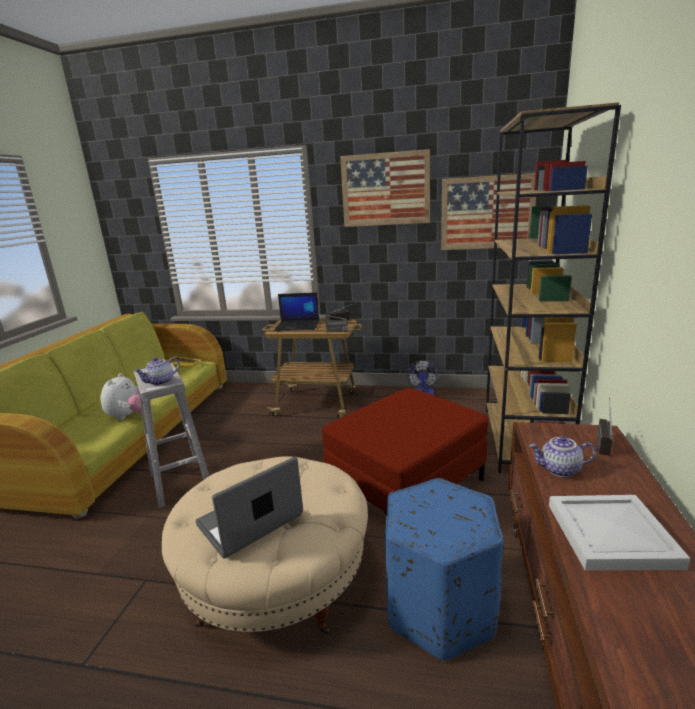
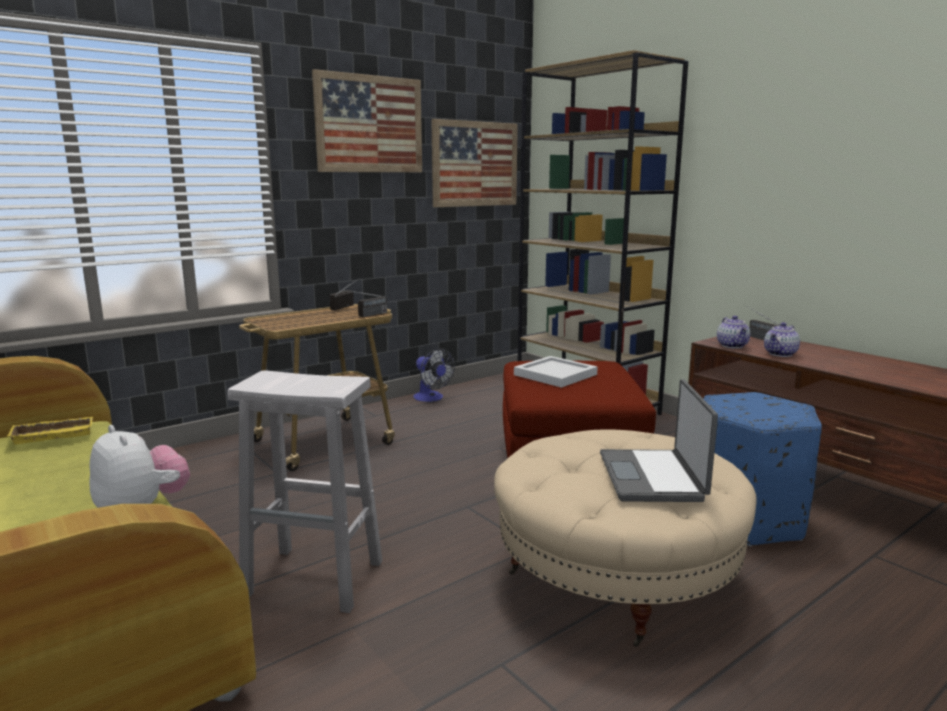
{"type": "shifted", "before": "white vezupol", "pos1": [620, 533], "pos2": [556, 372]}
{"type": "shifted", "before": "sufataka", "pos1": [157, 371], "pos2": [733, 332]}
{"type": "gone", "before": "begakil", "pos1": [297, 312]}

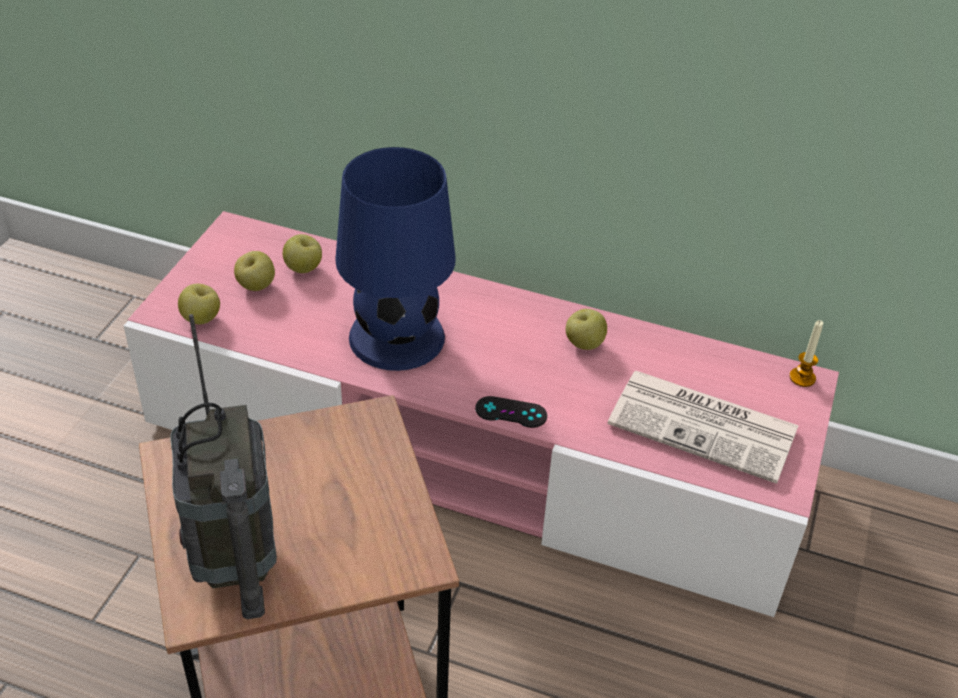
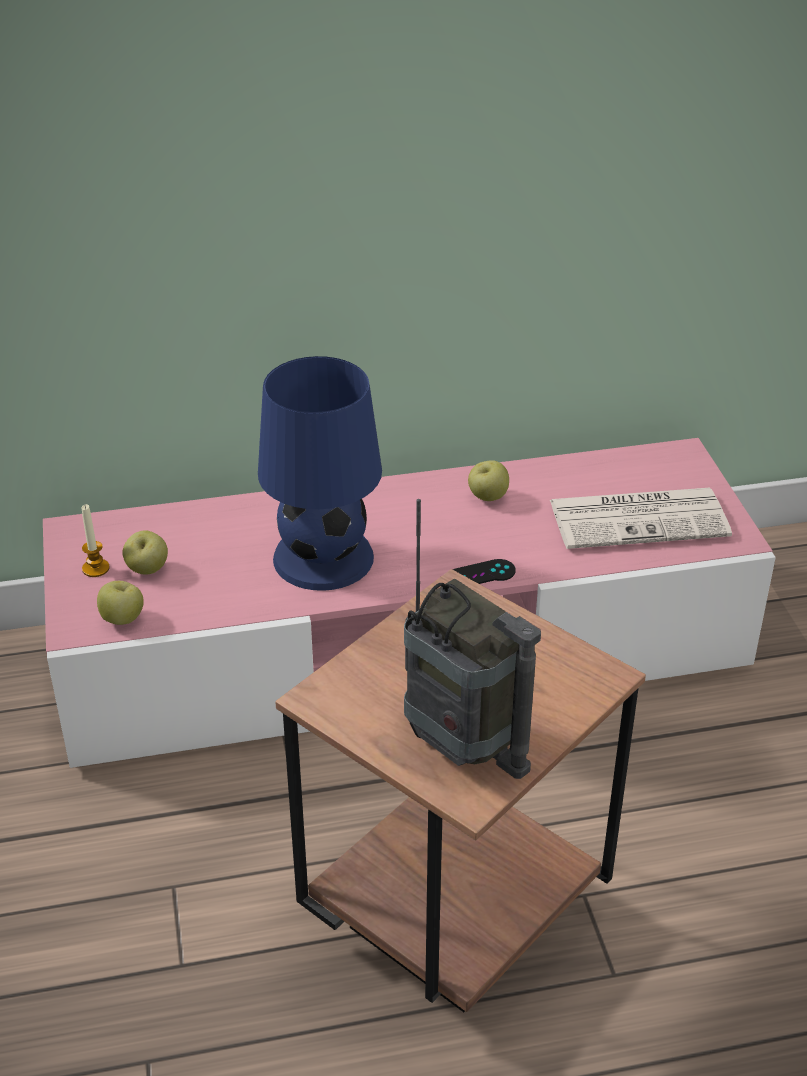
{"type": "shifted", "before": "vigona", "pos1": [806, 353], "pos2": [96, 540]}
{"type": "gone", "before": "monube", "pos1": [302, 253]}

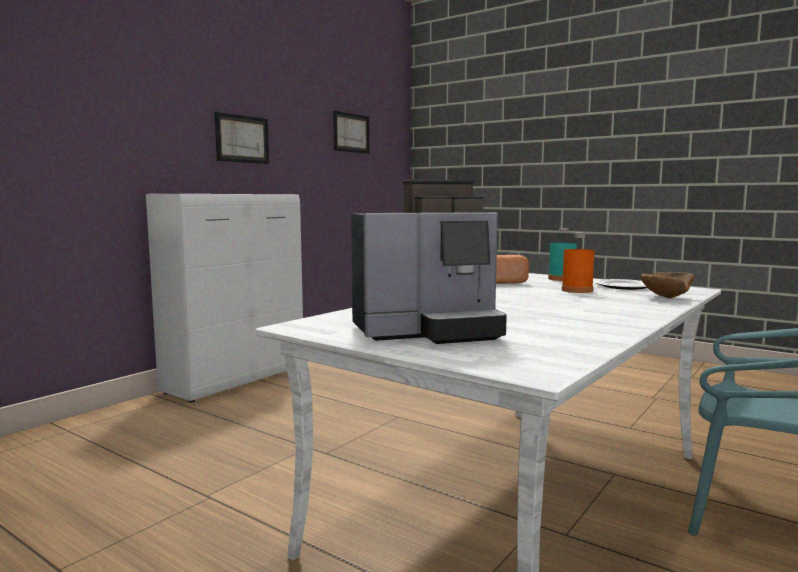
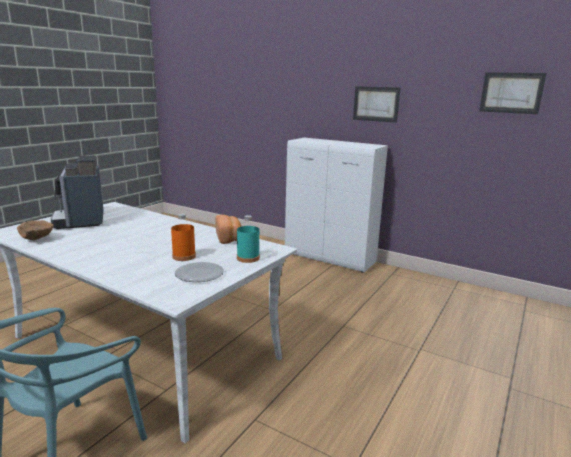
{"type": "shifted", "before": "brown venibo", "pos1": [668, 285], "pos2": [35, 230]}

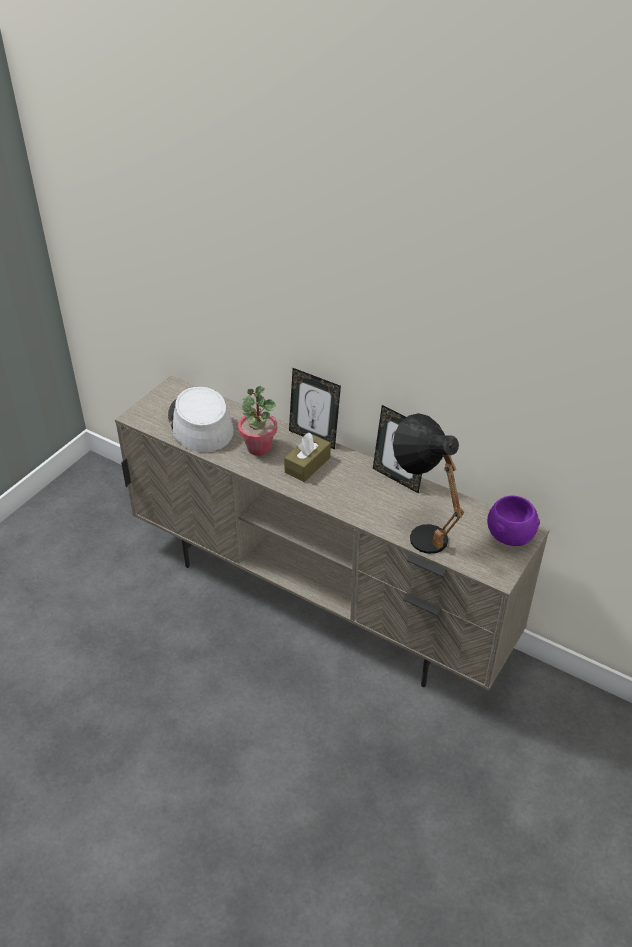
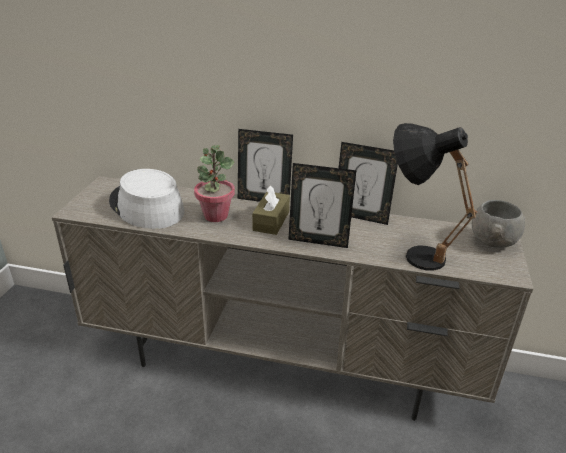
{"type": "new", "after": "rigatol", "pos2": [322, 205]}
{"type": "repainted", "before": "purple venibo", "after": "grey venibo", "pos1": [513, 521], "pos2": [498, 224]}

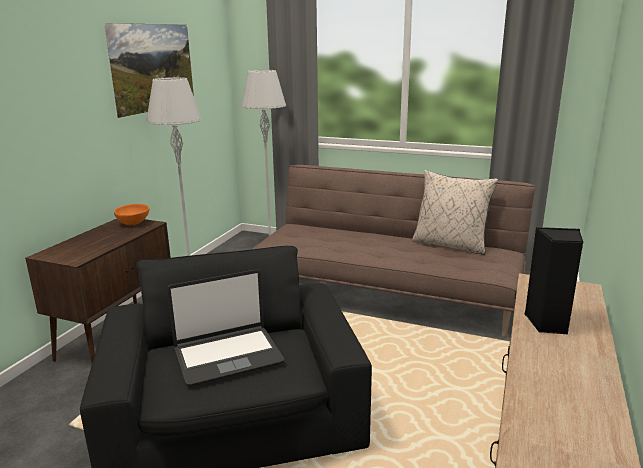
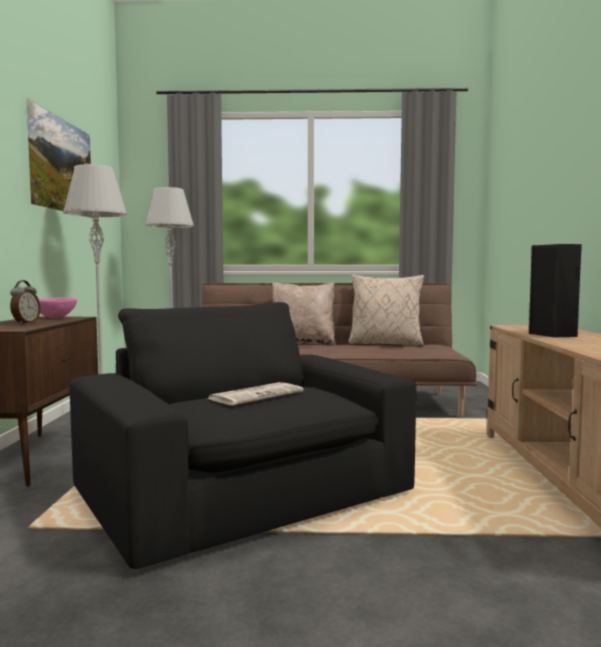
{"type": "new", "after": "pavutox", "pos2": [25, 302]}
{"type": "repainted", "before": "orange venibo", "after": "pink venibo", "pos1": [131, 214], "pos2": [58, 308]}
{"type": "swapped", "before": "begakil", "after": "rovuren", "pos1": [225, 328], "pos2": [255, 393]}
{"type": "new", "after": "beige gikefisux", "pos2": [304, 313]}

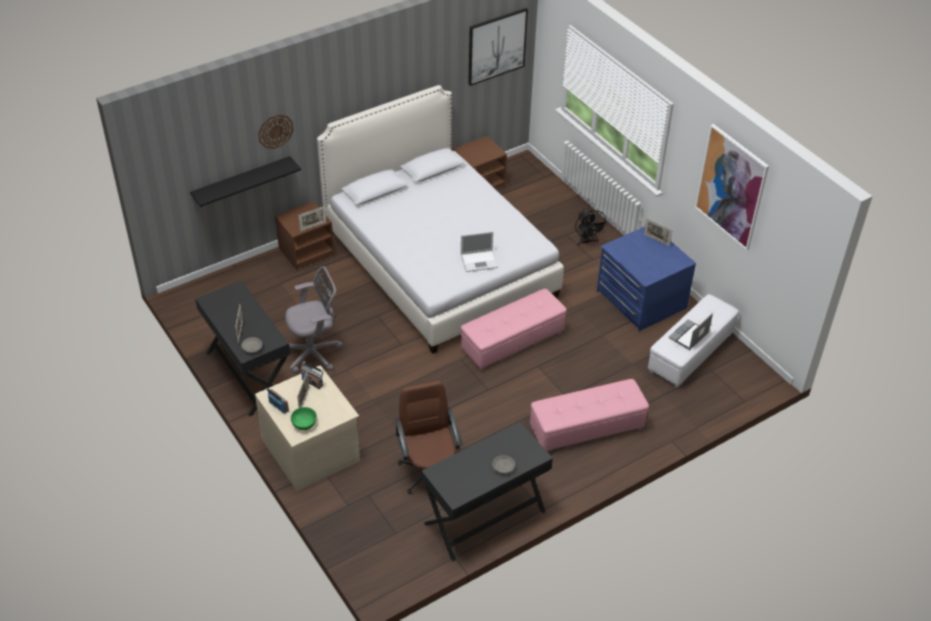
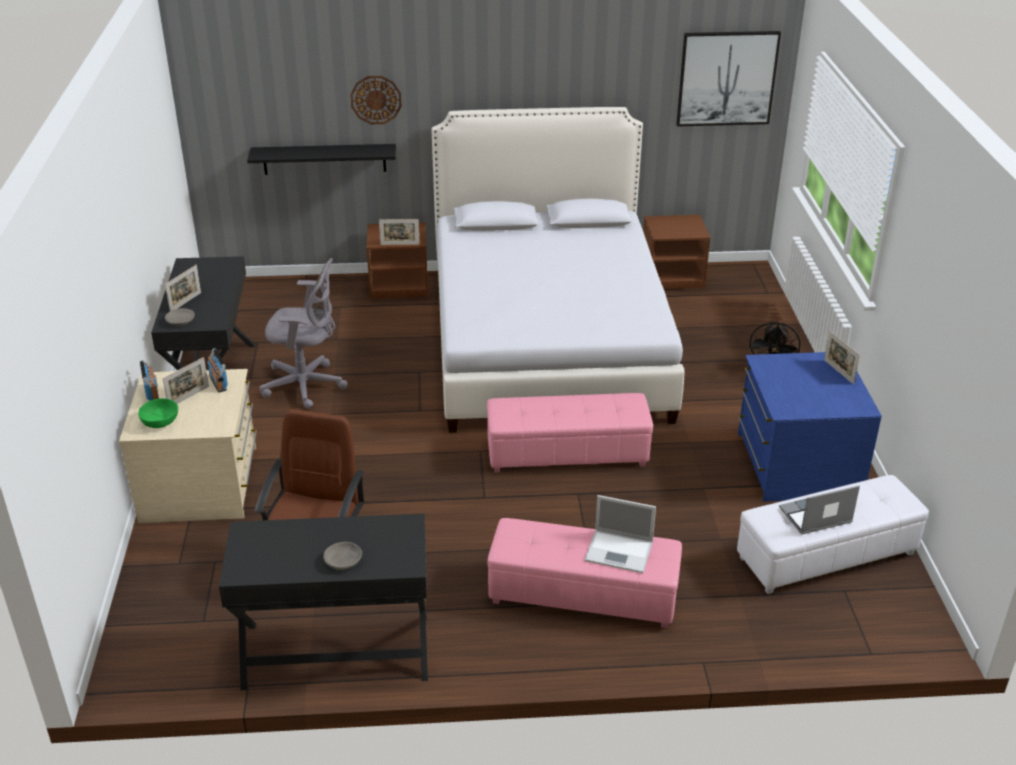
{"type": "shifted", "before": "begakil", "pos1": [479, 251], "pos2": [620, 534]}
{"type": "gone", "before": "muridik", "pos1": [732, 187]}

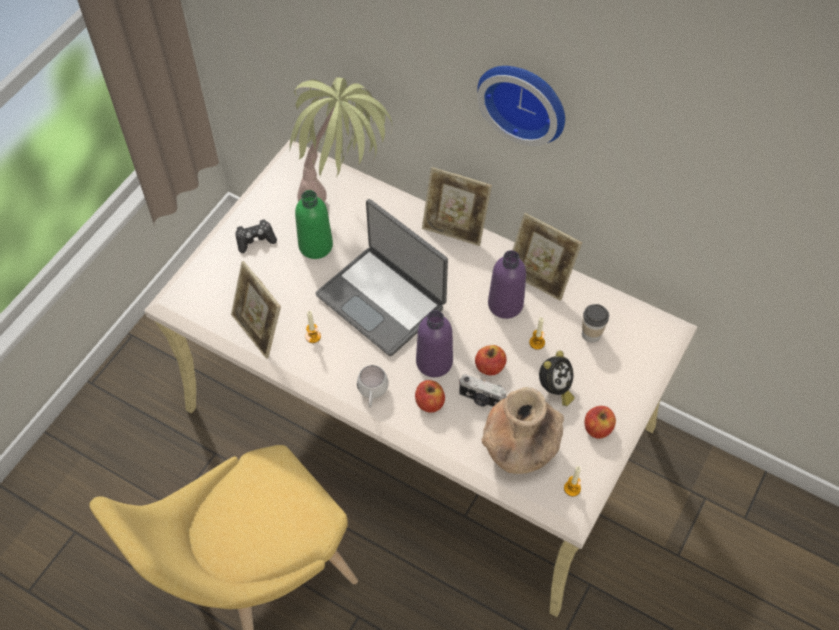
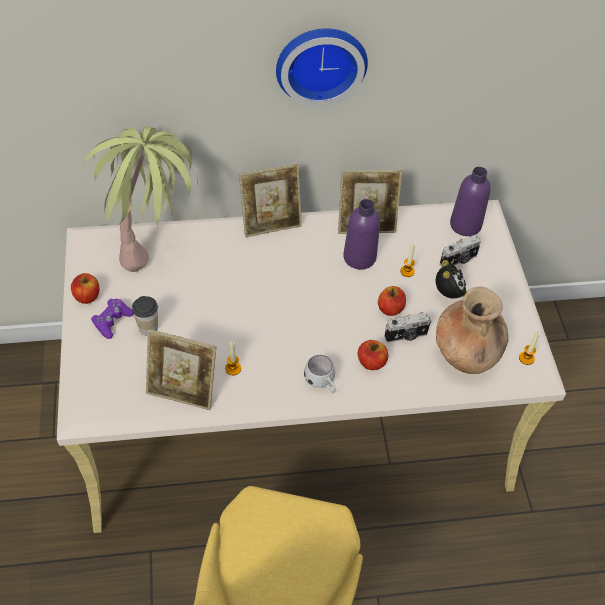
{"type": "shifted", "before": "monube", "pos1": [600, 422], "pos2": [85, 288]}
{"type": "repainted", "before": "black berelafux", "after": "purple berelafux", "pos1": [256, 236], "pos2": [112, 319]}
{"type": "shifted", "before": "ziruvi", "pos1": [595, 323], "pos2": [145, 316]}
{"type": "new", "after": "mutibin", "pos2": [460, 251]}
{"type": "shifted", "before": "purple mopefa", "pos1": [434, 343], "pos2": [470, 201]}
{"type": "gone", "before": "green mopefa", "pos1": [314, 224]}
{"type": "gone", "before": "begakil", "pos1": [381, 277]}

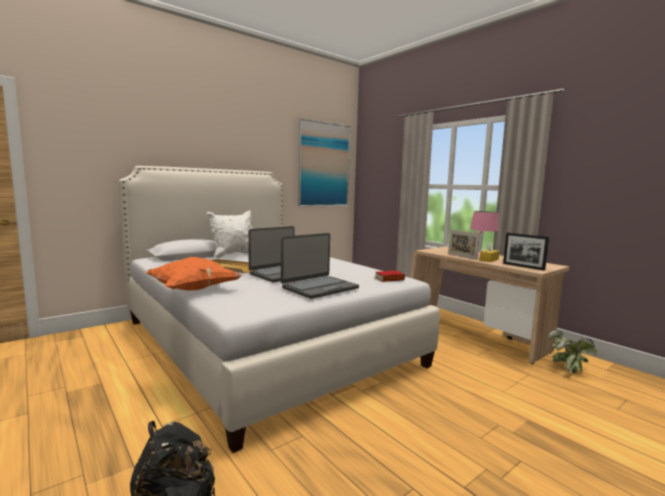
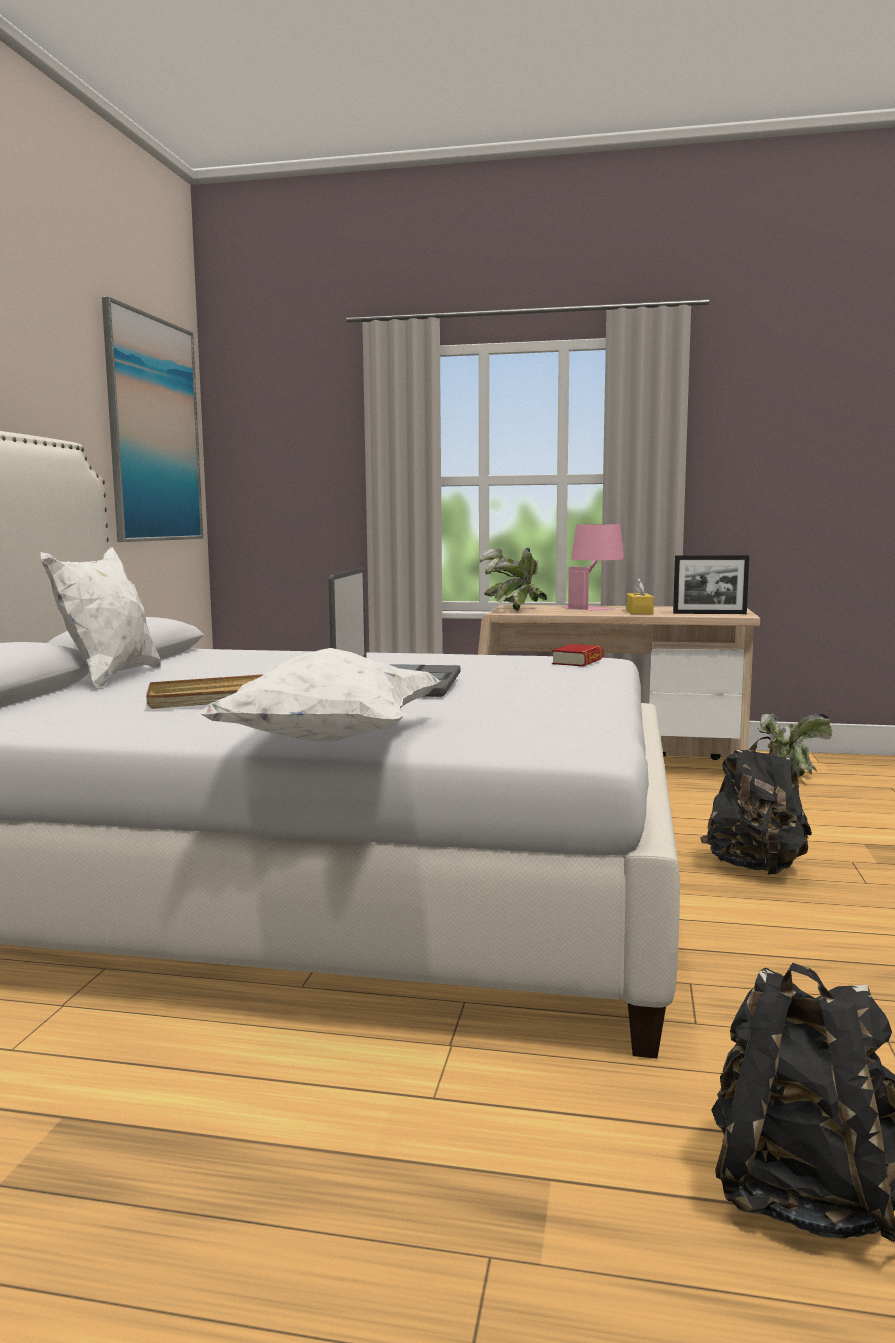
{"type": "repainted", "before": "orange gikefisux", "after": "white gikefisux", "pos1": [193, 273], "pos2": [319, 695]}
{"type": "new", "after": "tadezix", "pos2": [513, 579]}
{"type": "new", "after": "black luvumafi", "pos2": [756, 805]}
{"type": "gone", "before": "begakil", "pos1": [320, 266]}
{"type": "gone", "before": "rigatol", "pos1": [464, 245]}

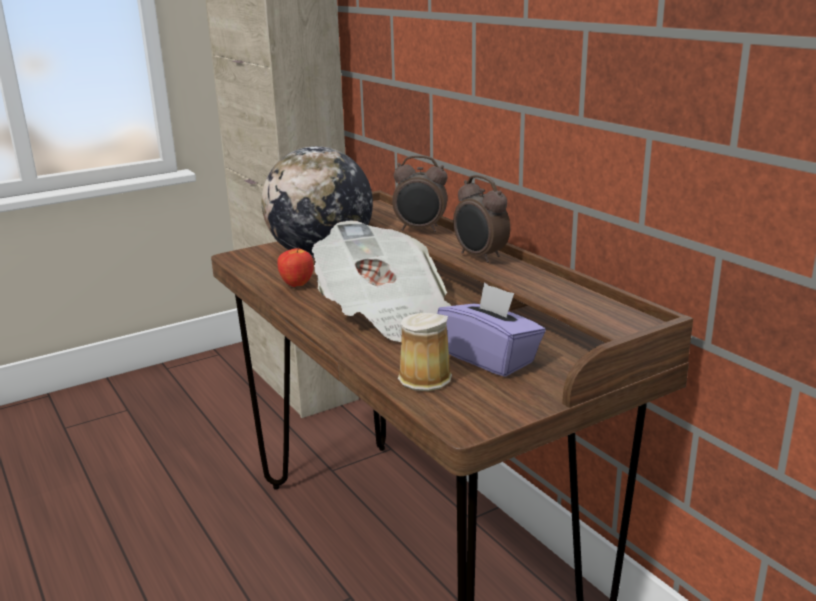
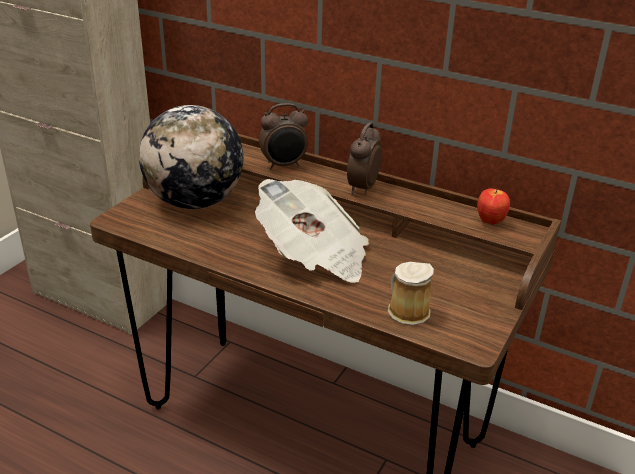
{"type": "rotated", "before": "pavutox", "pos1": [481, 219], "pos2": [364, 158], "turn": 90}
{"type": "shifted", "before": "monube", "pos1": [296, 267], "pos2": [493, 206]}
{"type": "gone", "before": "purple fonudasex", "pos1": [491, 329]}

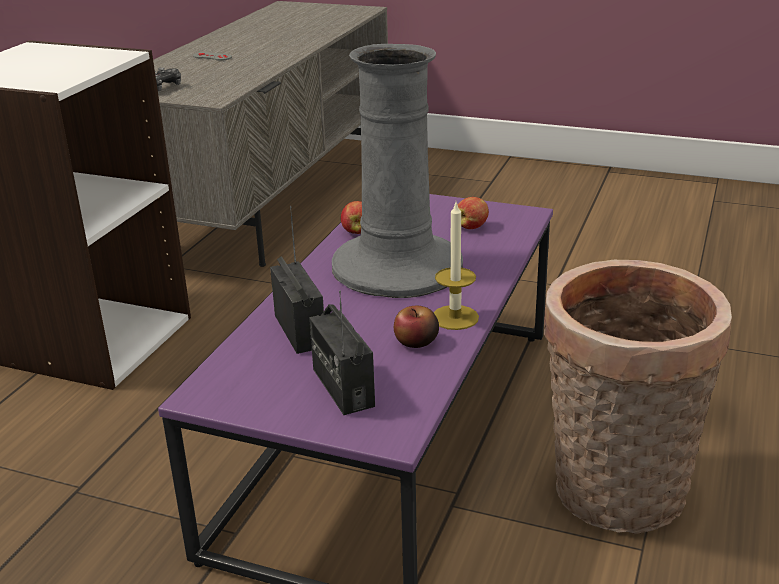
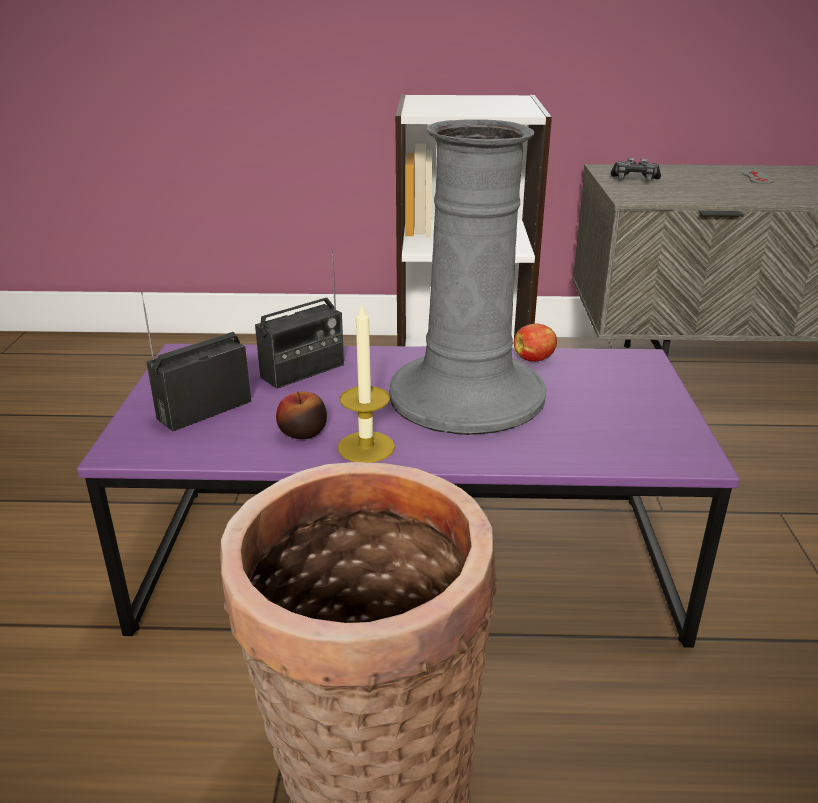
{"type": "gone", "before": "monube", "pos1": [473, 213]}

